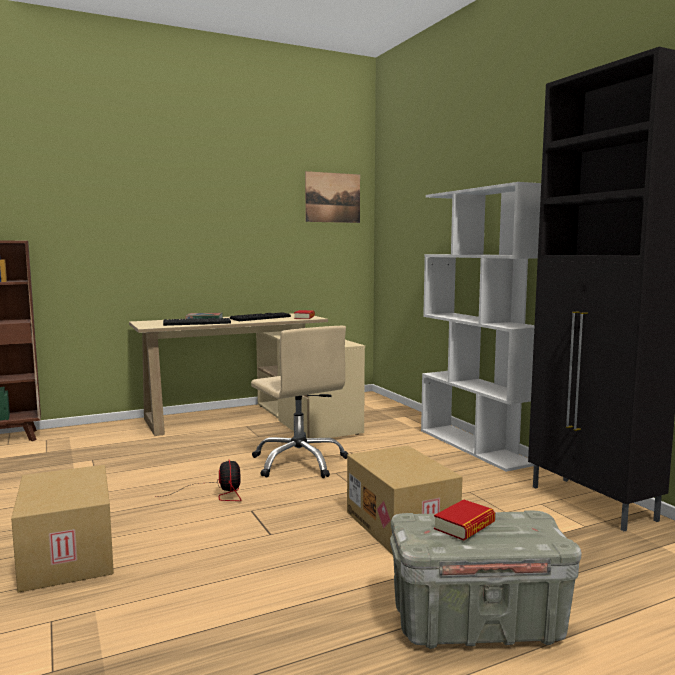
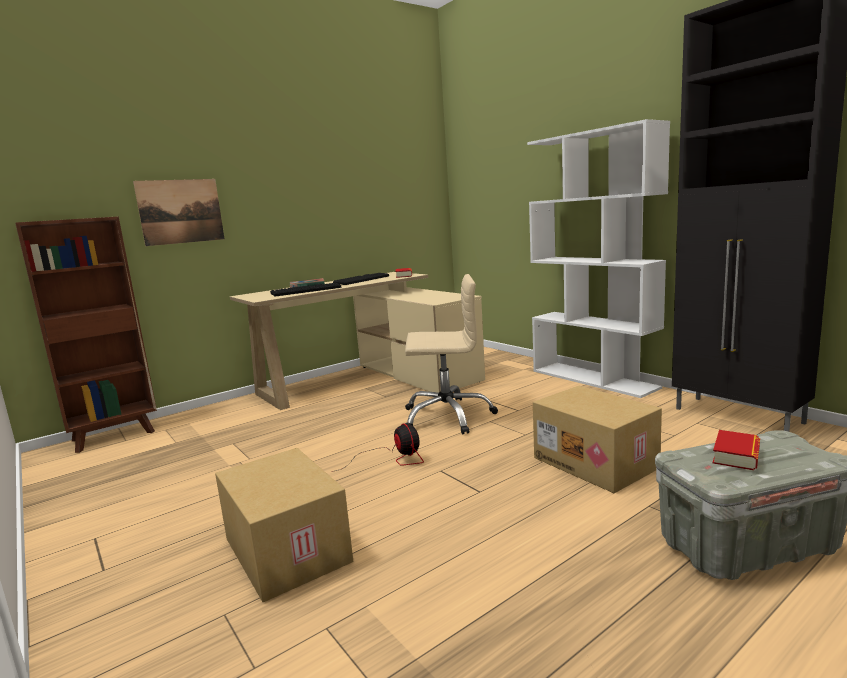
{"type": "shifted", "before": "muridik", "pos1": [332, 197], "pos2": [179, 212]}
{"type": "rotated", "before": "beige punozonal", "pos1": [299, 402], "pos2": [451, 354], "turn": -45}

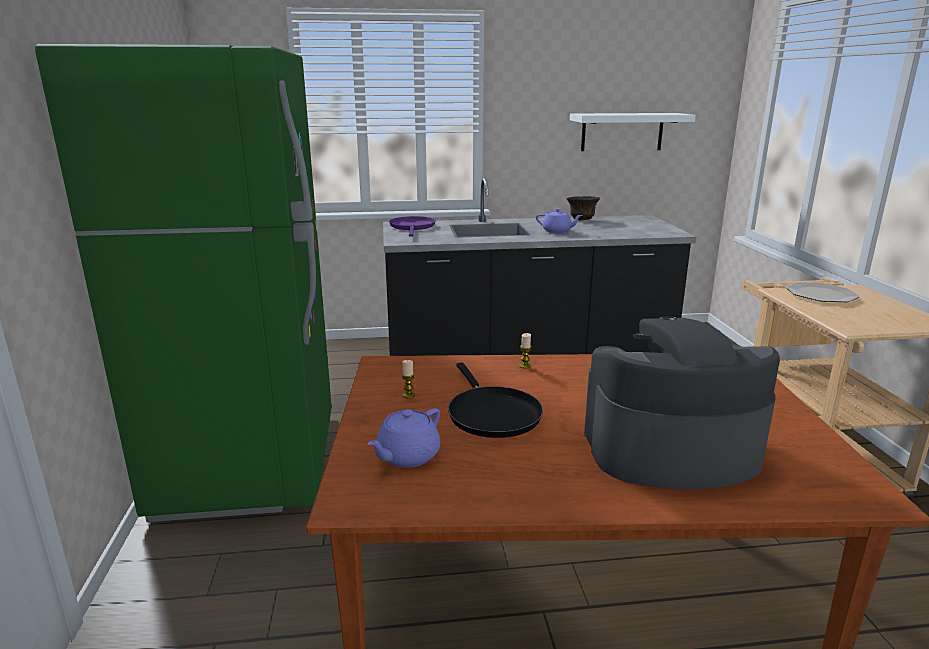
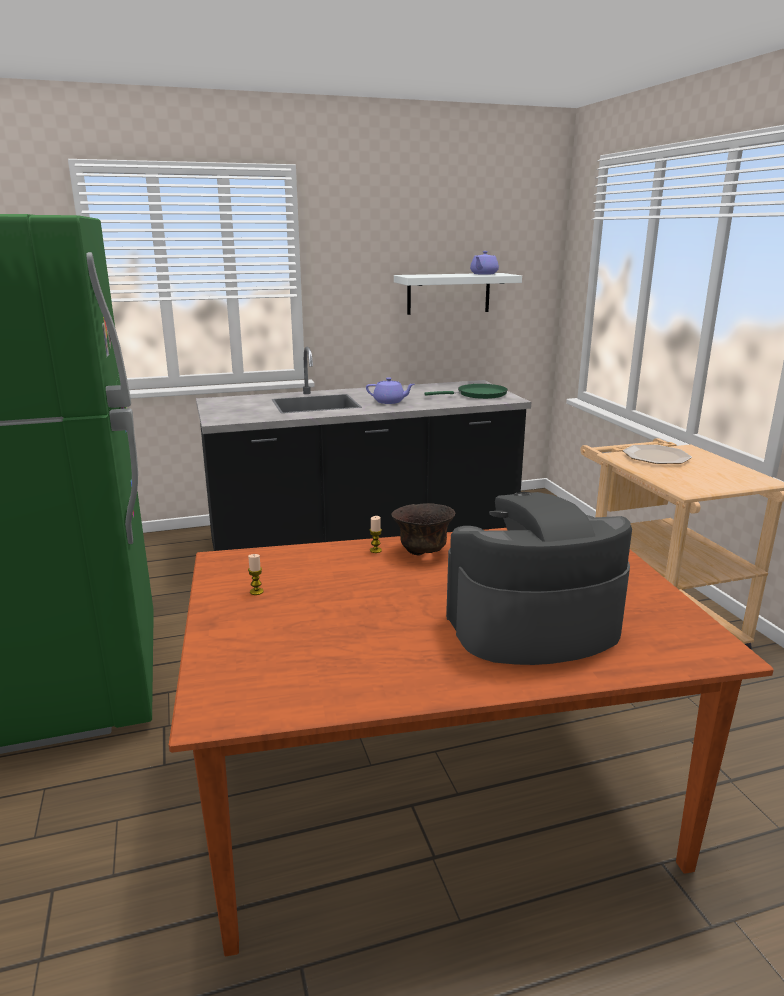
{"type": "shifted", "before": "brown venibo", "pos1": [583, 208], "pos2": [423, 530]}
{"type": "new", "after": "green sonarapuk", "pos2": [466, 391]}
{"type": "shifted", "before": "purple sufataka", "pos1": [403, 438], "pos2": [484, 263]}
{"type": "gone", "before": "purple sonarapuk", "pos1": [412, 226]}
{"type": "gone", "before": "black sonarapuk", "pos1": [495, 400]}

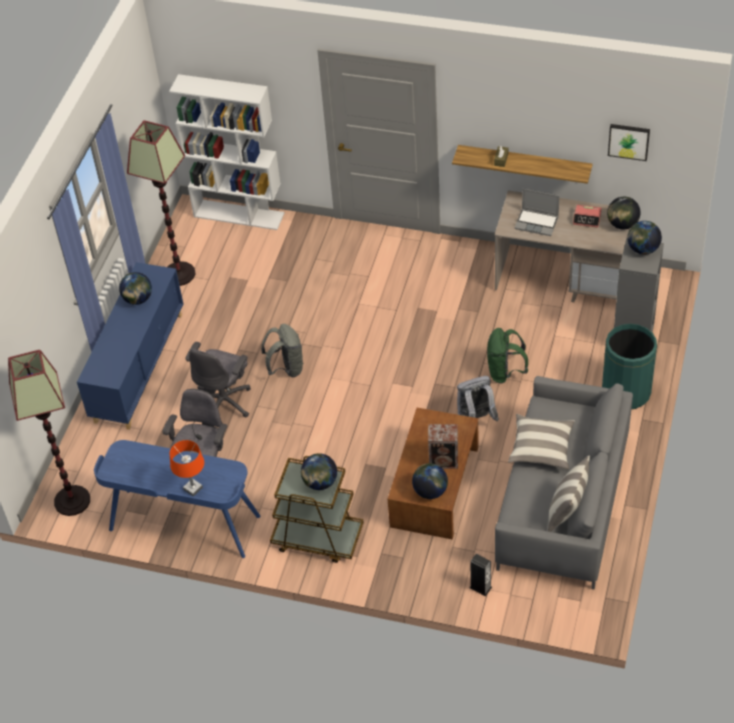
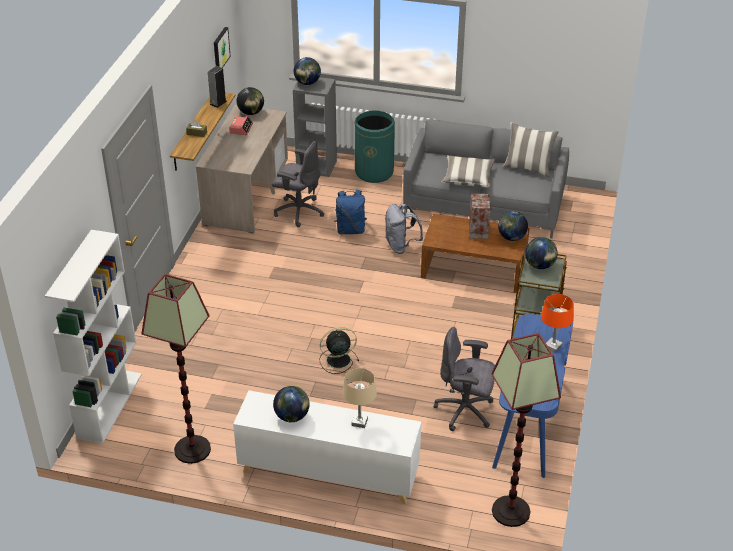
{"type": "shifted", "before": "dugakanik", "pos1": [481, 575], "pos2": [217, 87]}
{"type": "repainted", "before": "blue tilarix", "after": "white tilarix", "pos1": [130, 346], "pos2": [327, 447]}
{"type": "shifted", "before": "grey punozonal", "pos1": [218, 384], "pos2": [298, 184]}
{"type": "swapped", "before": "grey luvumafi", "after": "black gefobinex", "pos1": [282, 350], "pos2": [339, 350]}
{"type": "repainted", "before": "green luvumafi", "after": "blue luvumafi", "pos1": [507, 355], "pos2": [350, 212]}
{"type": "new", "after": "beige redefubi", "pos2": [360, 398]}
{"type": "gone", "before": "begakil", "pos1": [536, 212]}

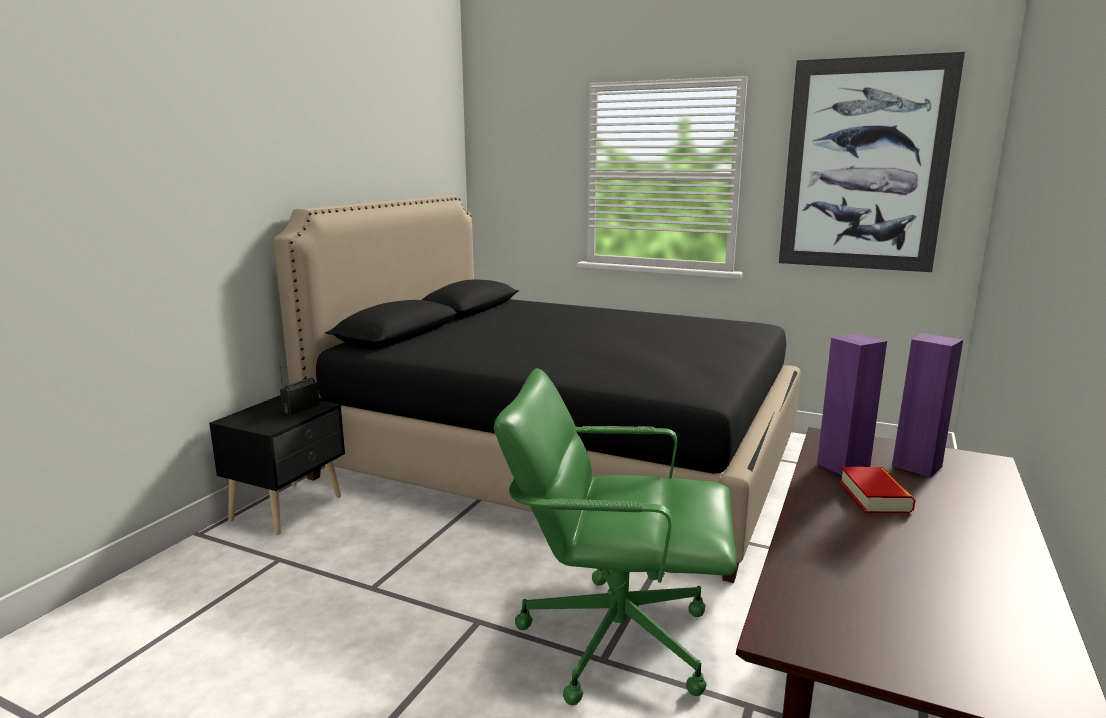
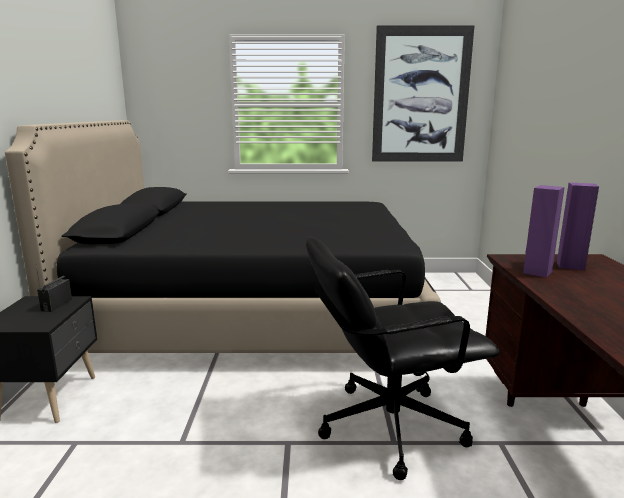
{"type": "repainted", "before": "green punozonal", "after": "black punozonal", "pos1": [615, 536], "pos2": [403, 358]}
{"type": "gone", "before": "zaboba", "pos1": [878, 490]}

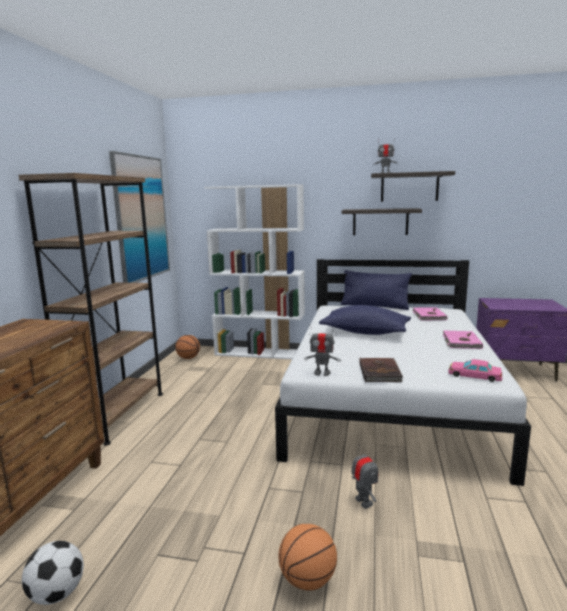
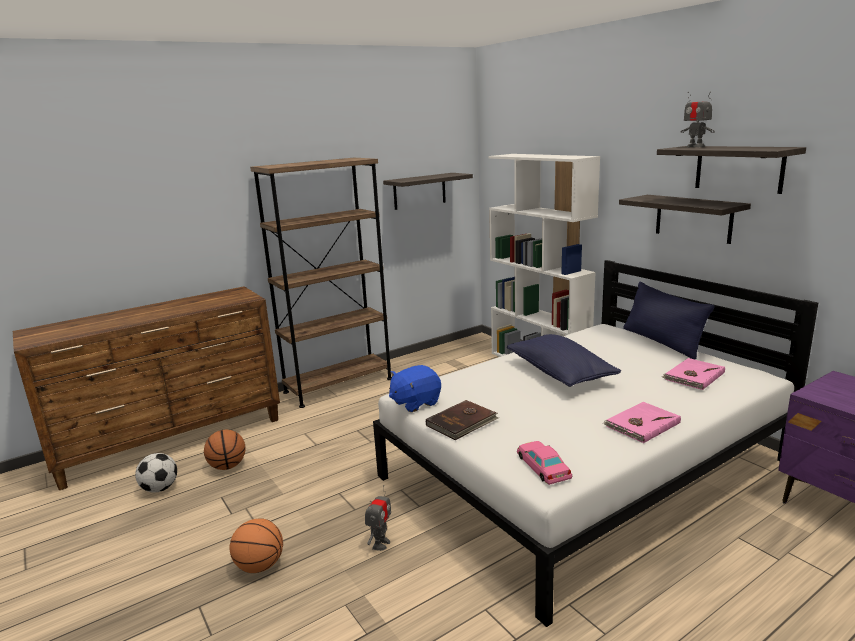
{"type": "shifted", "before": "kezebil", "pos1": [187, 347], "pos2": [224, 449]}
{"type": "swapped", "before": "muridik", "after": "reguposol", "pos1": [139, 217], "pos2": [428, 191]}
{"type": "swapped", "before": "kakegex", "after": "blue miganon", "pos1": [322, 350], "pos2": [415, 388]}

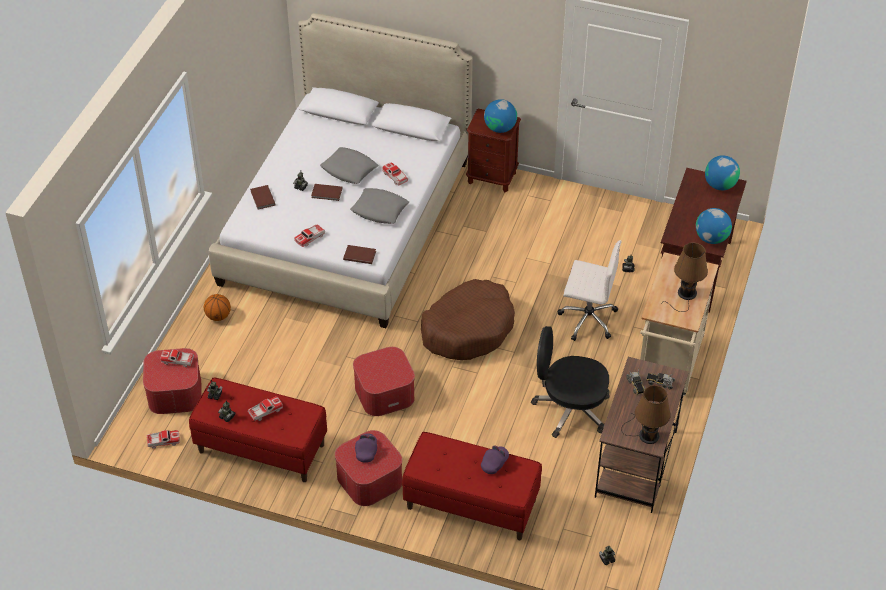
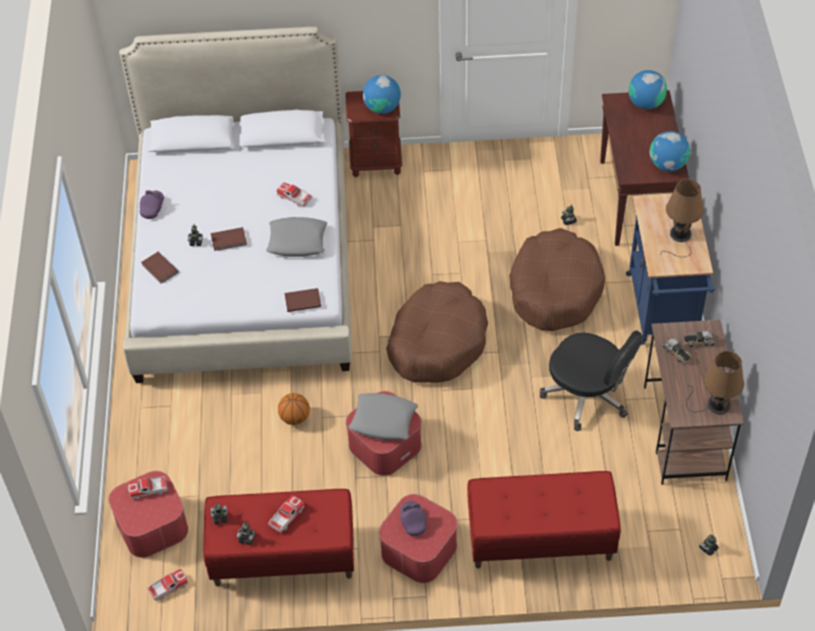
{"type": "shifted", "before": "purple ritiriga", "pos1": [495, 459], "pos2": [151, 204]}
{"type": "shifted", "before": "kezebil", "pos1": [217, 307], "pos2": [294, 409]}
{"type": "shifted", "before": "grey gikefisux", "pos1": [349, 165], "pos2": [383, 416]}
{"type": "swapped", "before": "white punozonal", "after": "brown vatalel", "pos1": [589, 290], "pos2": [557, 279]}
{"type": "rotated", "before": "black punozonal", "pos1": [570, 382], "pos2": [591, 380], "turn": -135}
{"type": "repainted", "before": "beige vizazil", "after": "blue vizazil", "pos1": [679, 324], "pos2": [670, 269]}
{"type": "gone", "before": "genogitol", "pos1": [309, 235]}

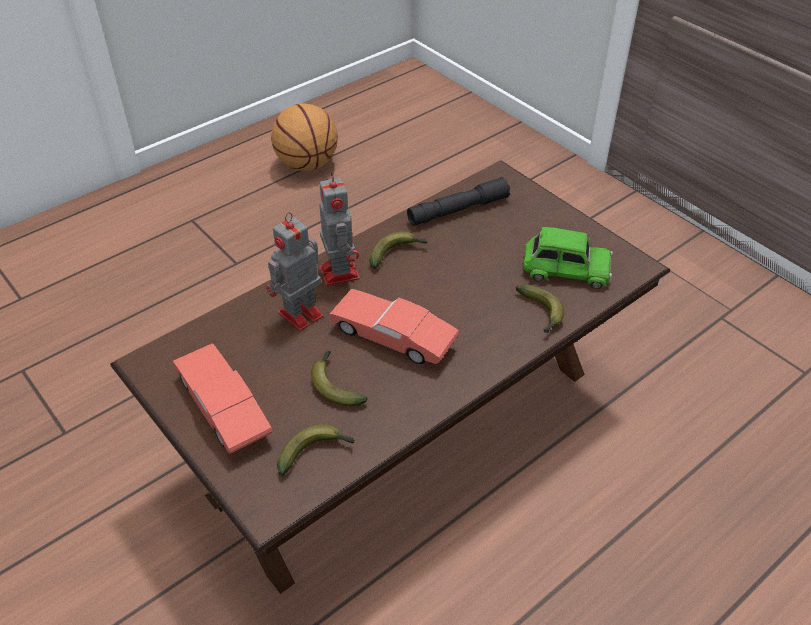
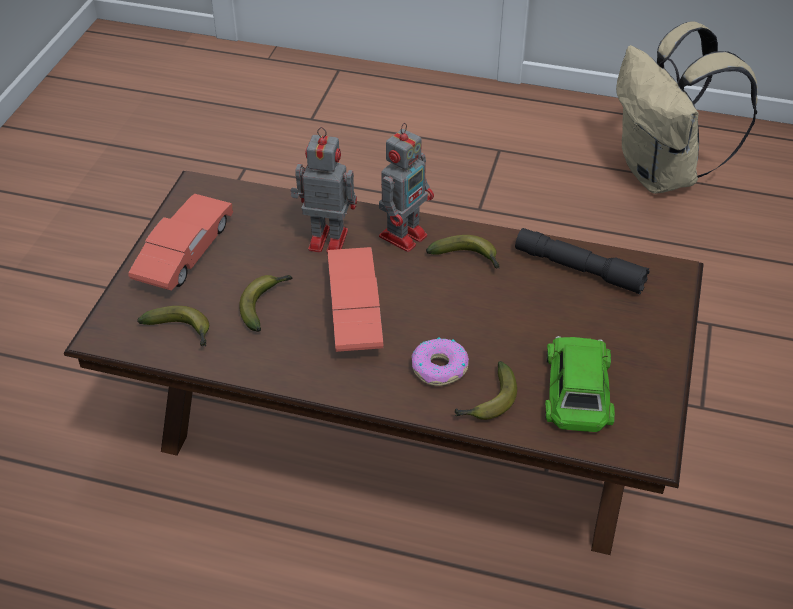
{"type": "new", "after": "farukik", "pos2": [440, 361]}
{"type": "rotated", "before": "green genogitol", "pos1": [567, 258], "pos2": [580, 384], "turn": -150}
{"type": "swapped", "before": "kezebil", "after": "beige luvumafi", "pos1": [304, 137], "pos2": [687, 107]}

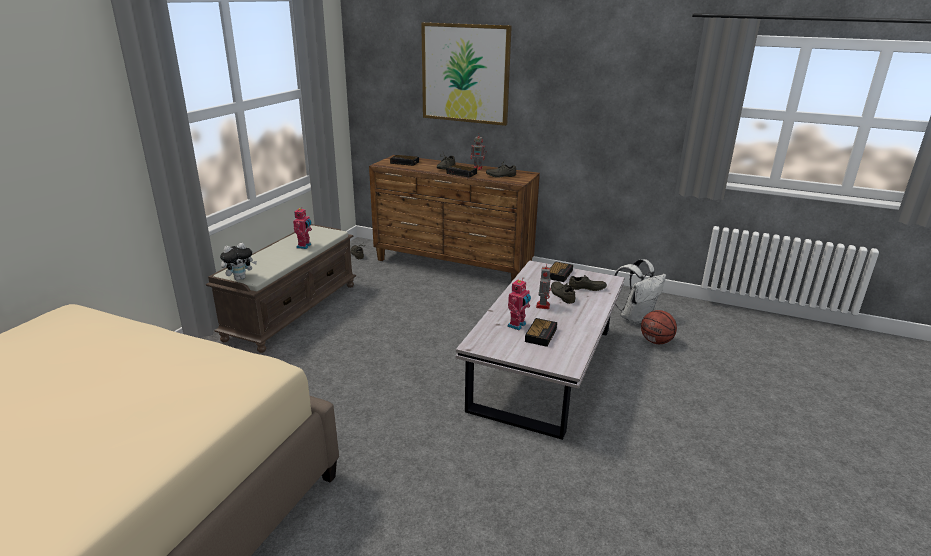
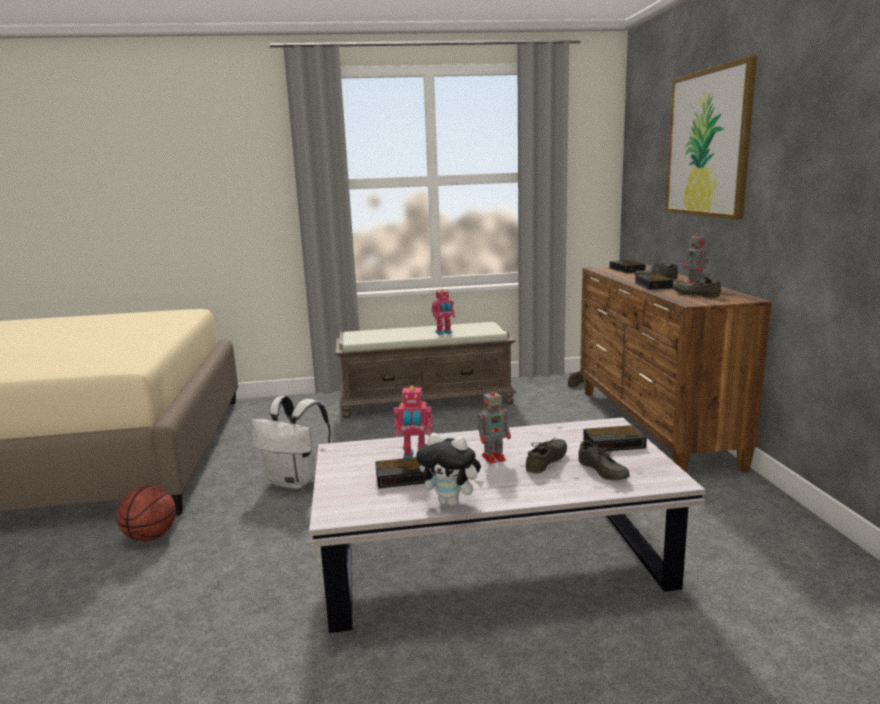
{"type": "shifted", "before": "kezebil", "pos1": [659, 327], "pos2": [146, 513]}
{"type": "shifted", "before": "white luvumafi", "pos1": [640, 292], "pos2": [291, 442]}
{"type": "shifted", "before": "miganon", "pos1": [238, 262], "pos2": [450, 469]}

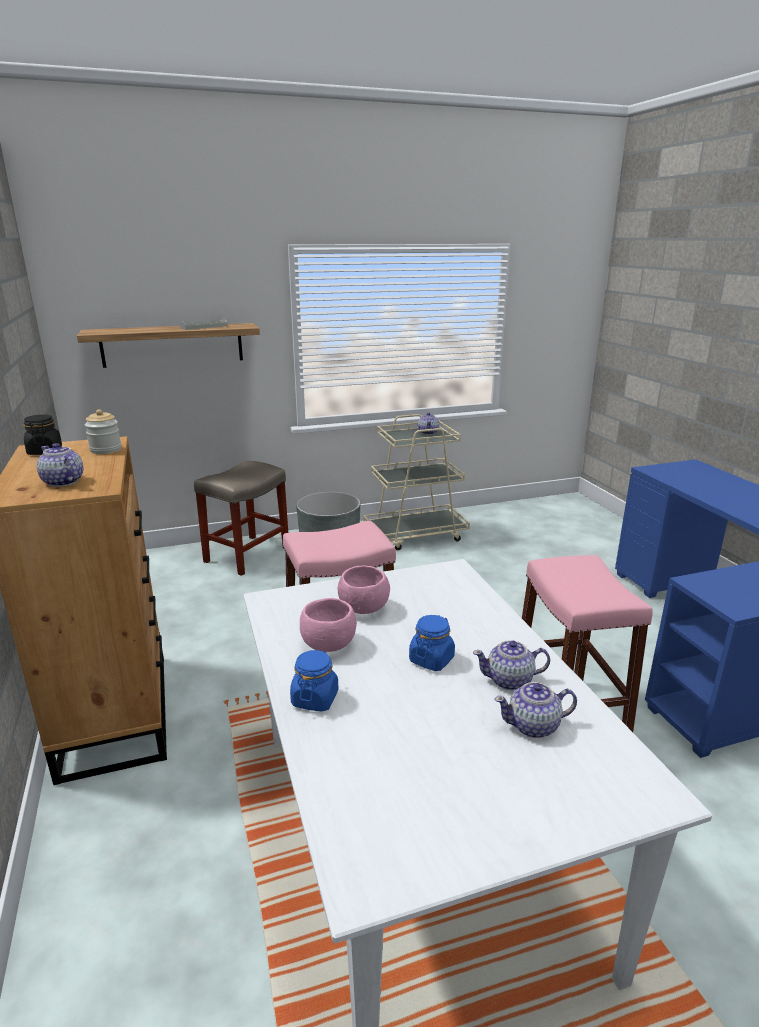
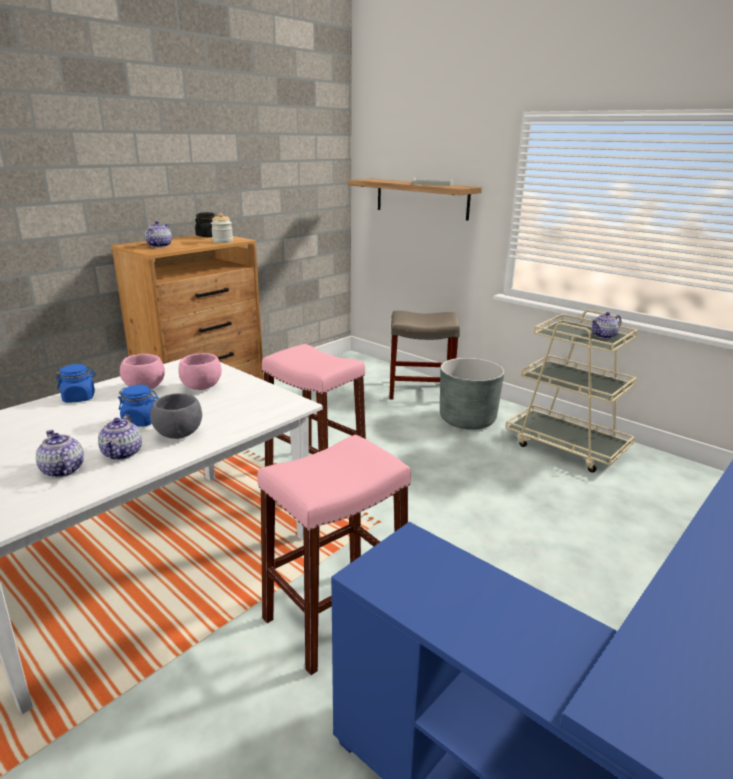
{"type": "rotated", "before": "sufataka", "pos1": [511, 665], "pos2": [120, 437], "turn": -150}
{"type": "new", "after": "grey venibo", "pos2": [176, 416]}

